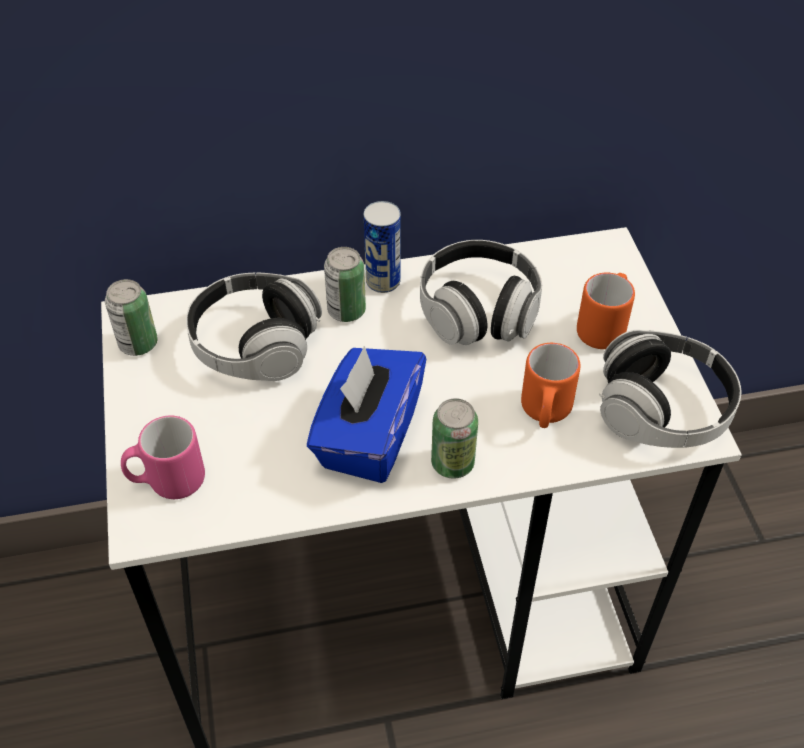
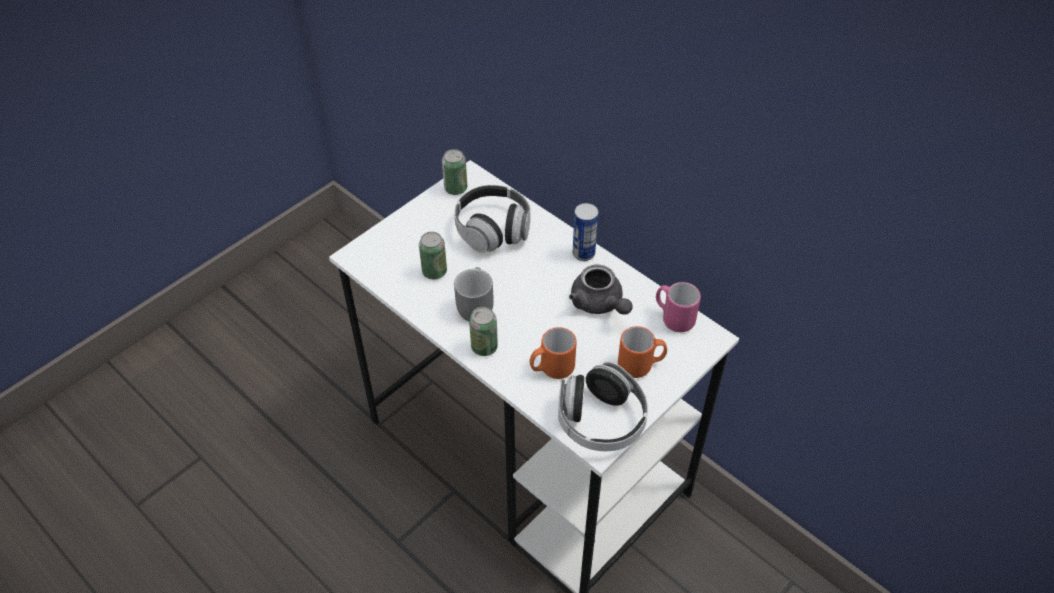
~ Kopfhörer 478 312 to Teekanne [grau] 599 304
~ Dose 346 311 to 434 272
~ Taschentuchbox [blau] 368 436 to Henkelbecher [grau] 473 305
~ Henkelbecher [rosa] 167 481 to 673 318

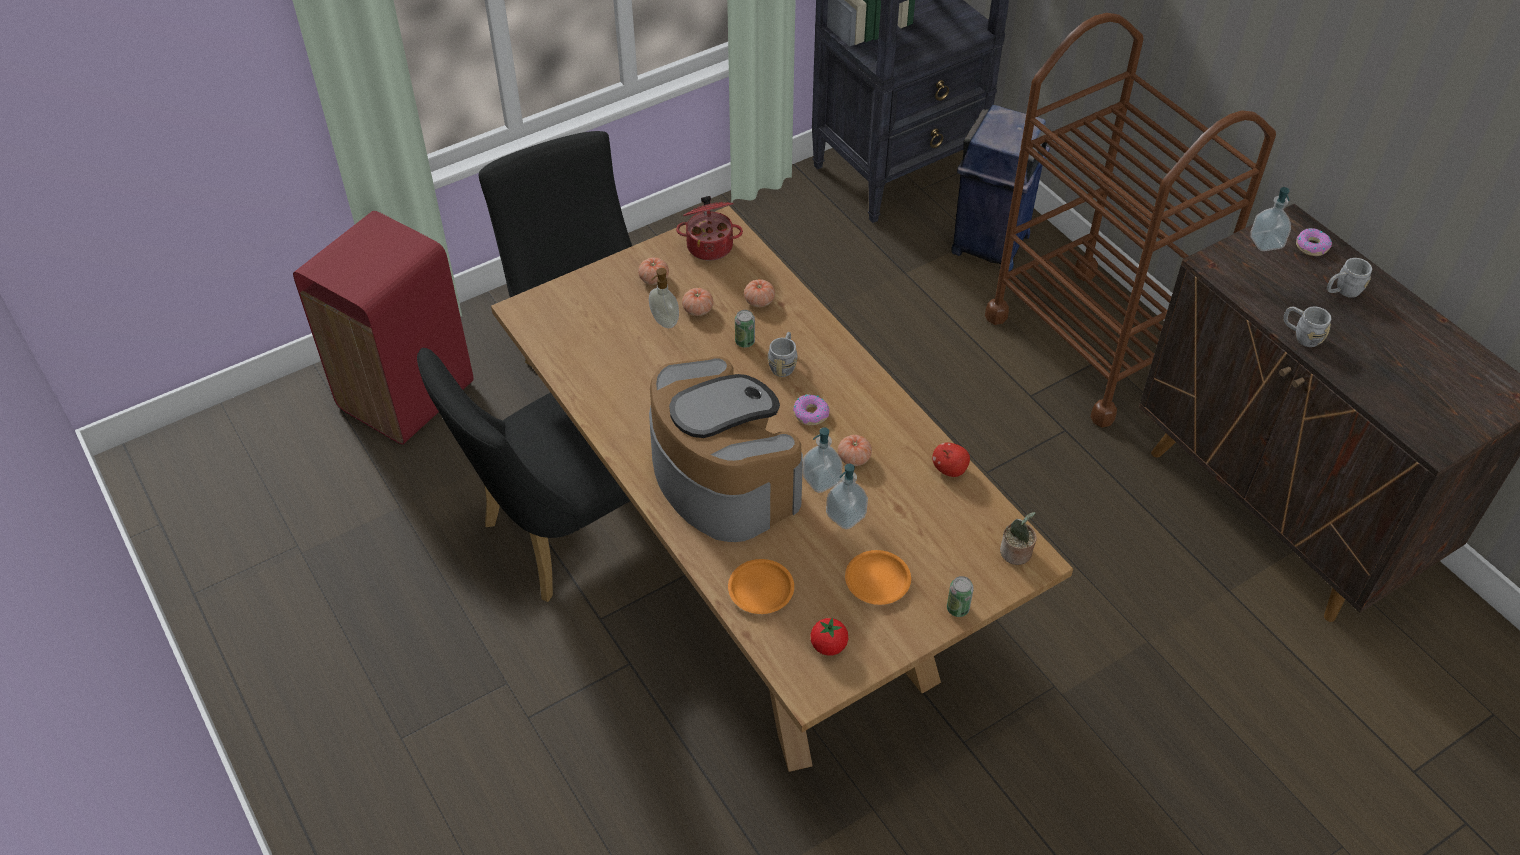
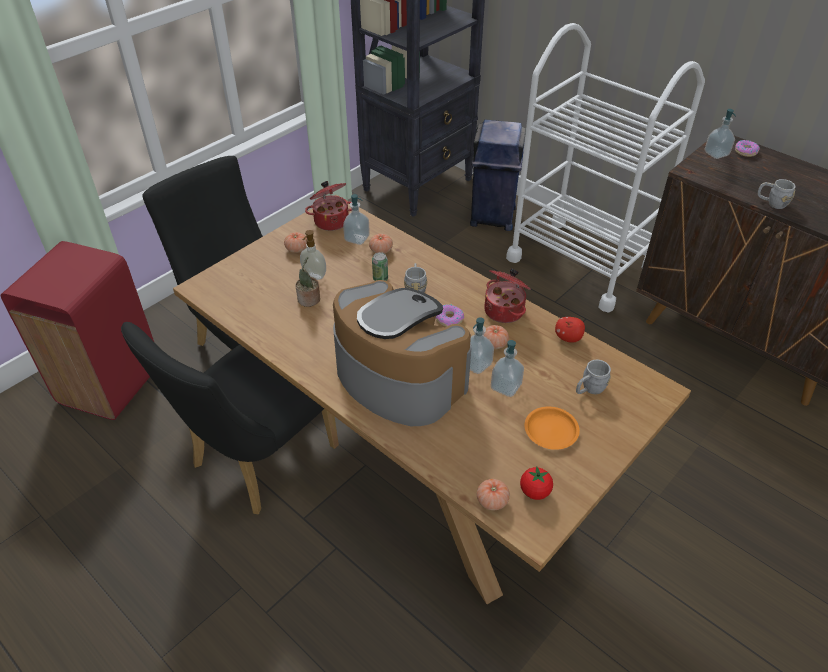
~ Rollwagen [braun] 1093 343 to Rollwagen [weiß] 581 263
~ Henkelbecher [grau] 1342 291 to 589 389
~ Tomate 698 309 to 492 501
~ Topfpflanze 1016 554 to 309 300
- Teller [orange] 761 590
- Dose 957 608
+ Seifenspender 357 238
+ Kochtopf 505 310

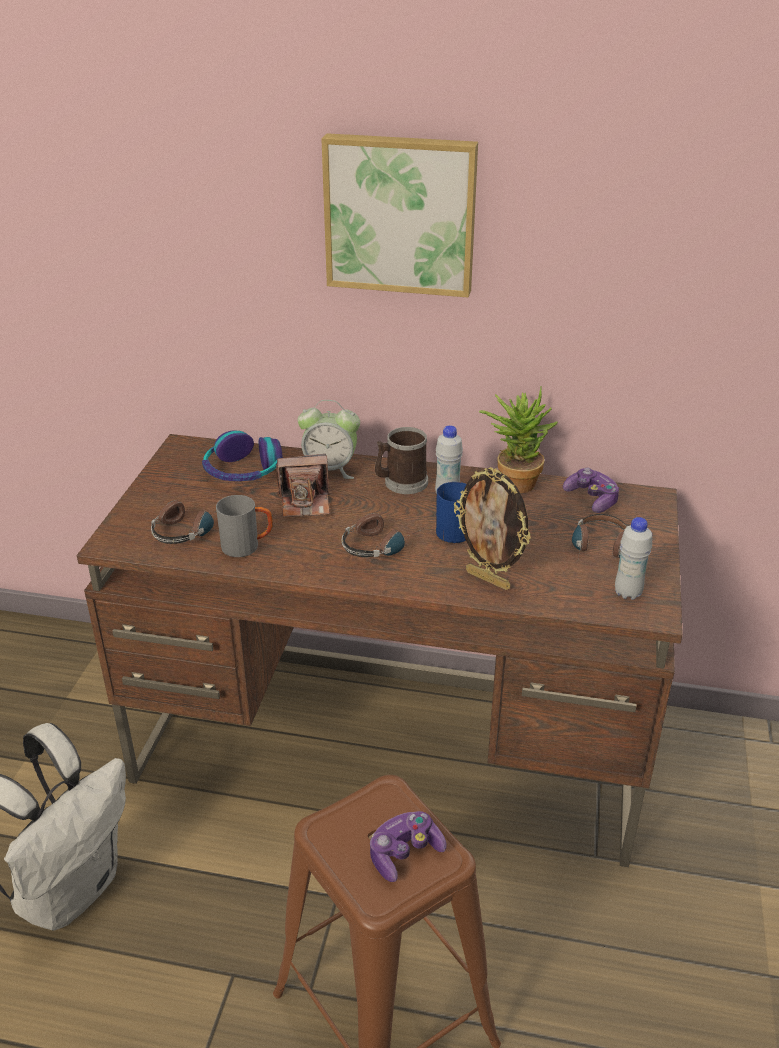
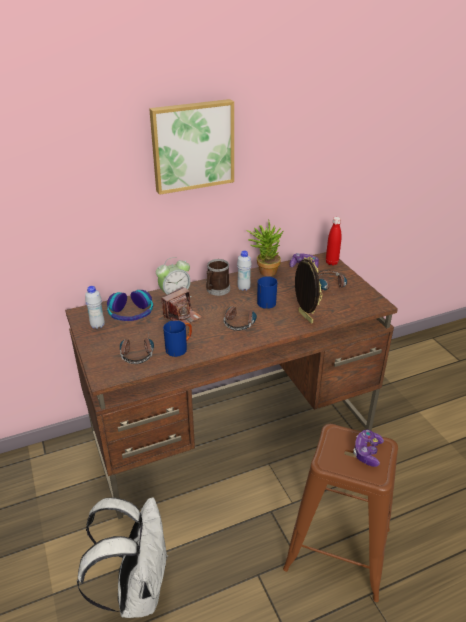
~ Bilderrahmen 489 579 = 304 317 120 degrees counterclockwise
~ Henkelbecher [grau] 247 546 to Henkelbecher [blau] 179 348
~ Flasche [weiß] 627 593 to 97 325
+ Flasche [rot] 331 262

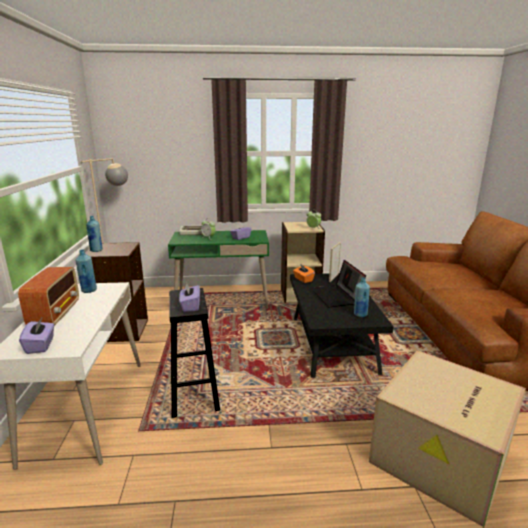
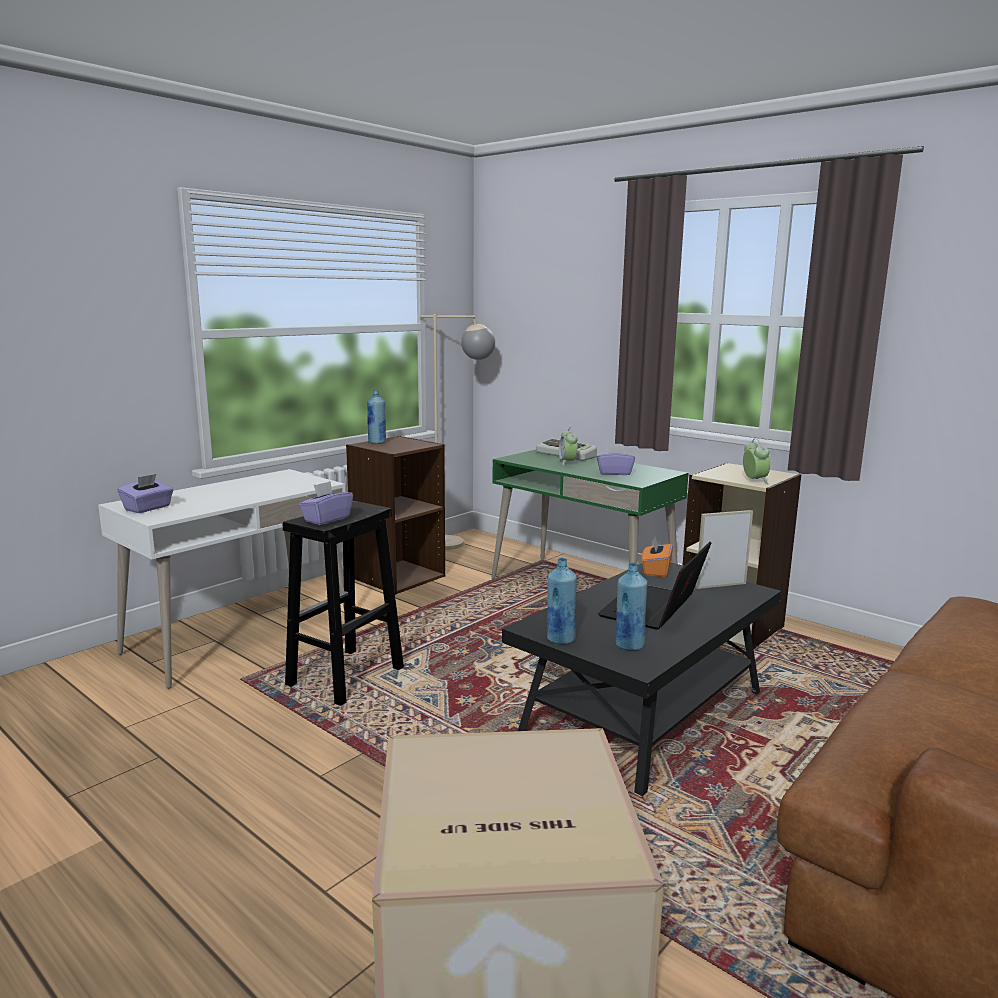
~ Flasche [blau] 89 290 to 560 639
- Radio 55 313

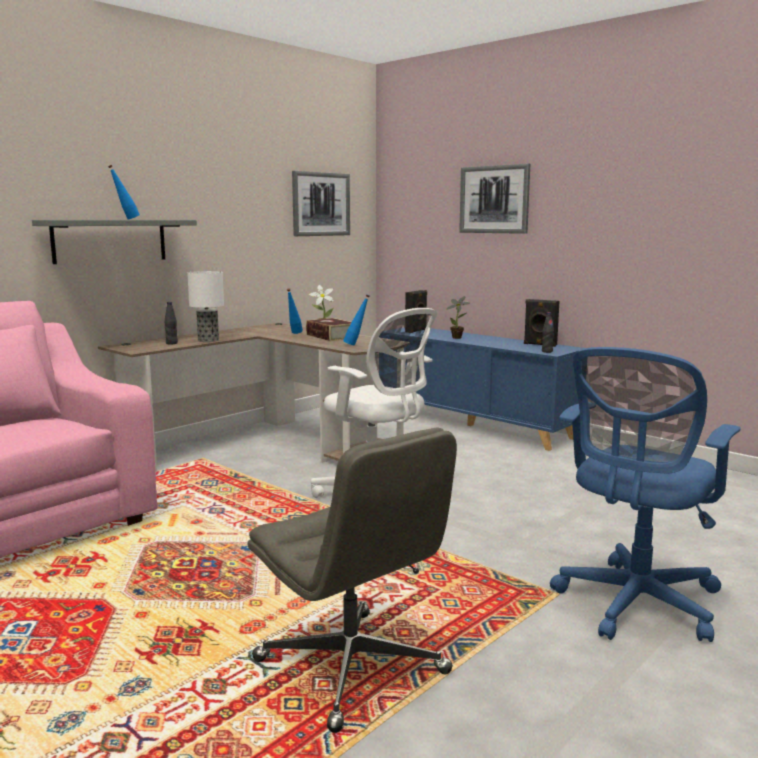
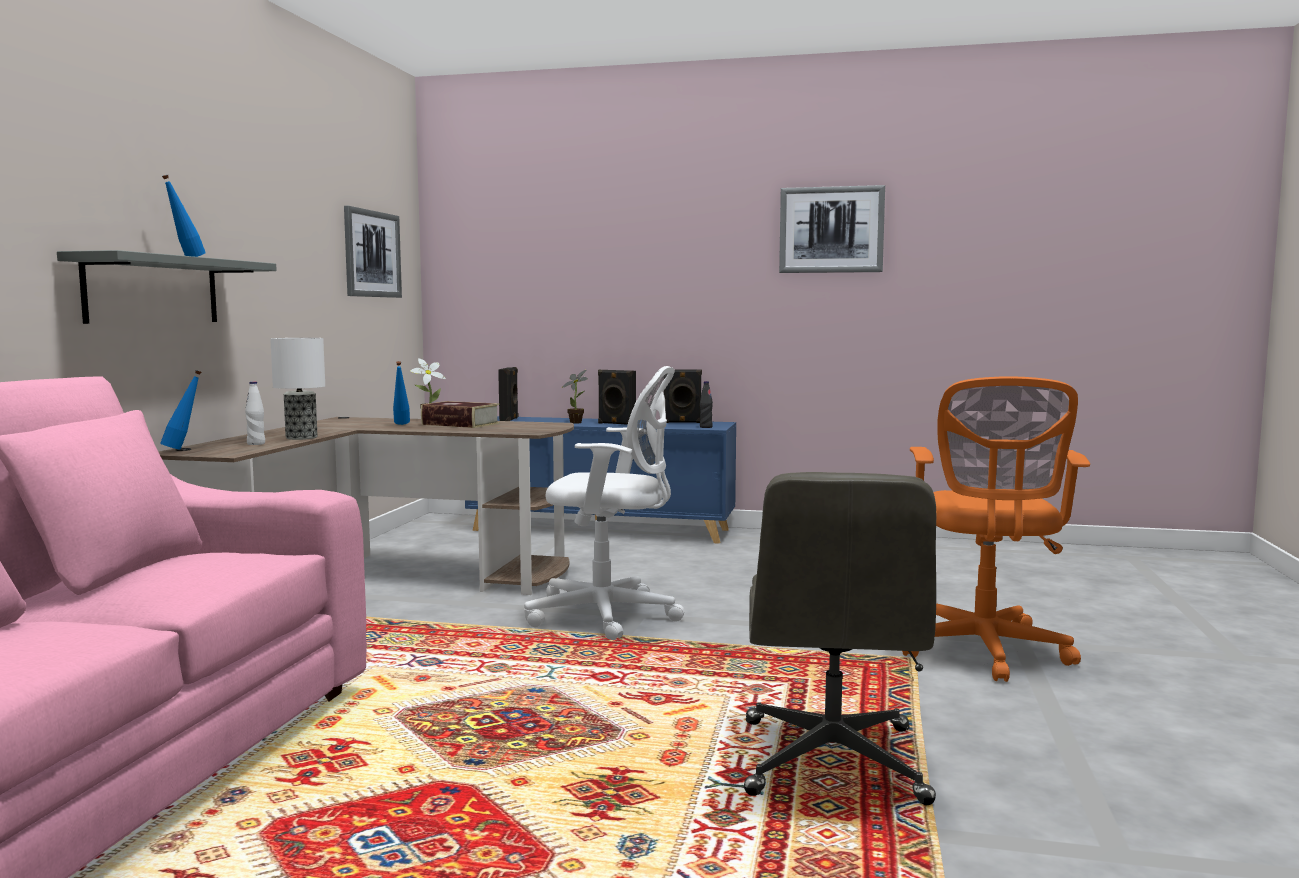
~ Bild 494 199 to 831 230
~ Flasche [blau] 356 345 to 183 449
~ Flasche [schwarz] 171 343 to Flasche [weiß] 256 444
~ Bürostuhl [blau] 635 605 to Bürostuhl [orange] 985 652
~ Bürostuhl [grau] 353 668 = 832 762 75 degrees clockwise
+ Lautsprecher [schwarz] 616 424

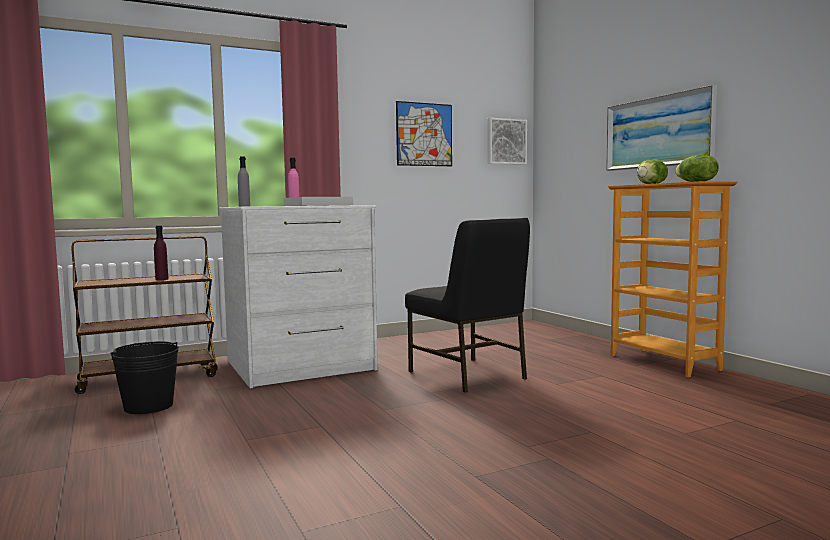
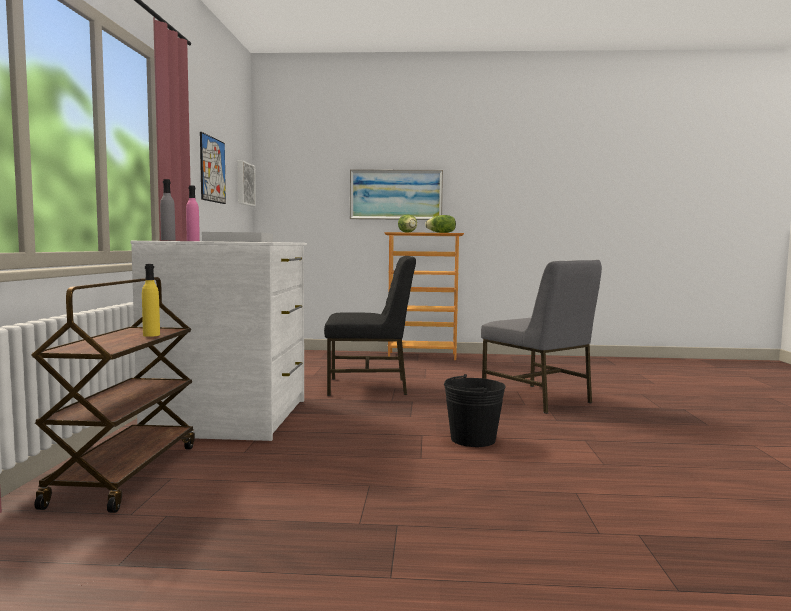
~ Flasche [lila] 162 279 to Flasche [gelb] 151 335
~ Eimer [schwarz] 148 406 to 473 439
+ Stuhl [grau] 538 399

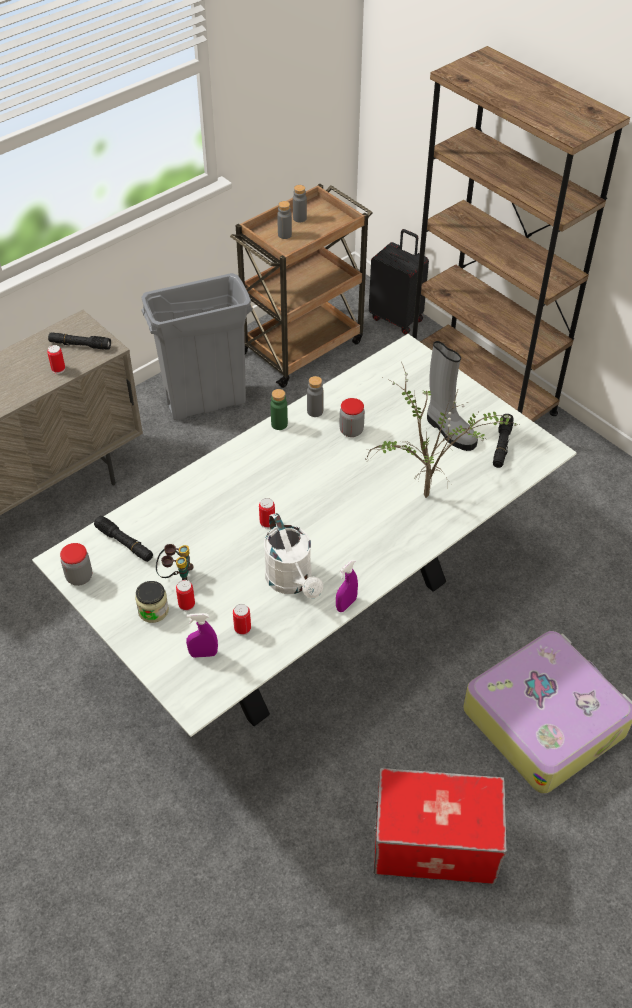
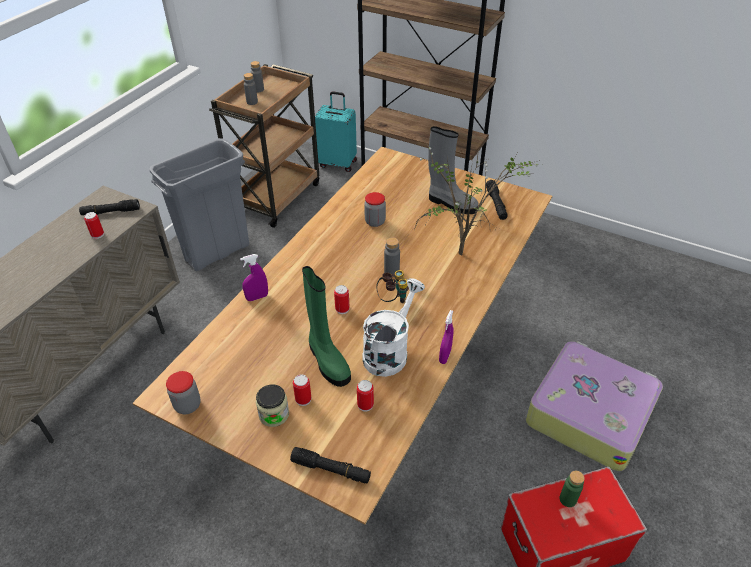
~ Koffer [schwarz] 397 318 to Koffer [türkis] 338 163
~ Esstisch [weiß] 315 615 to Esstisch [braun] 376 388
~ Flasche [grau] 315 411 to 391 271
~ Flasche [grün] 279 424 to 568 499
~ Gießkanne [weiß] 292 582 = 389 351 105 degrees counterclockwise
~ Taschenlampe [schwarz] 124 543 to 331 470
~ Fernglas 176 574 to 392 299
~ Sprühflasche [lila] 203 654 to 257 297
+ Stiefel [grün] 327 361

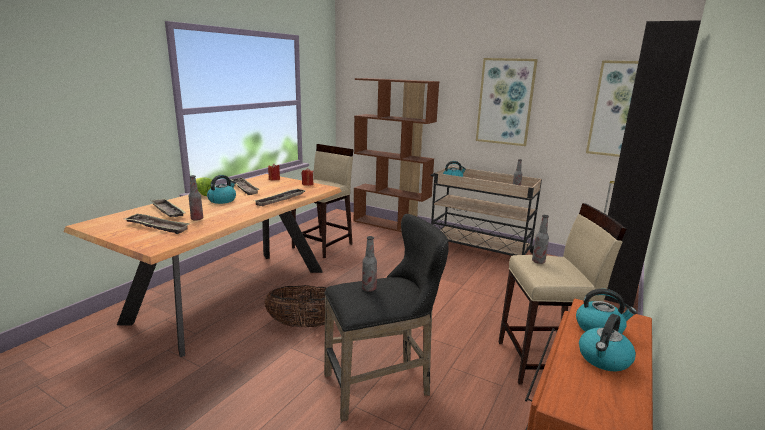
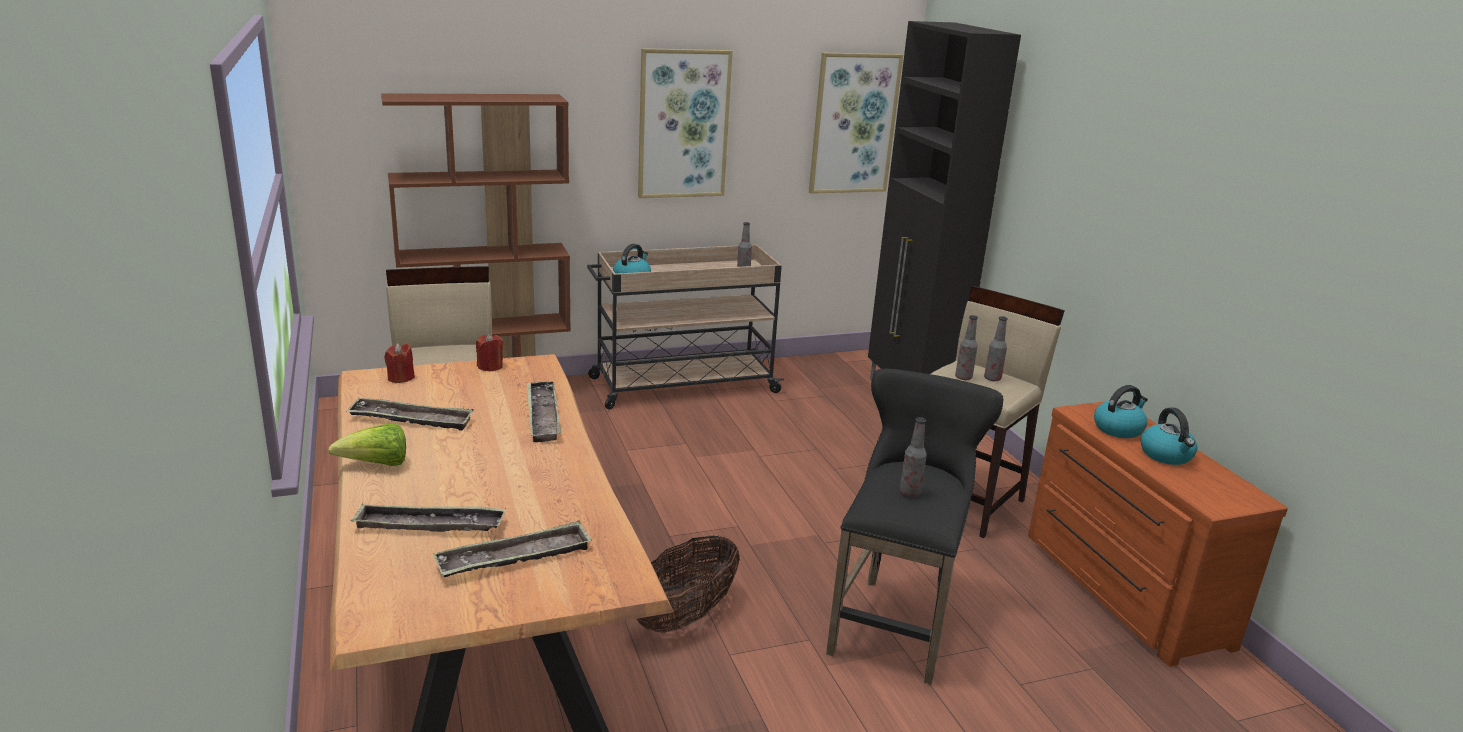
~ Flasche 197 219 to 992 378
- Wasserkessel 222 200

